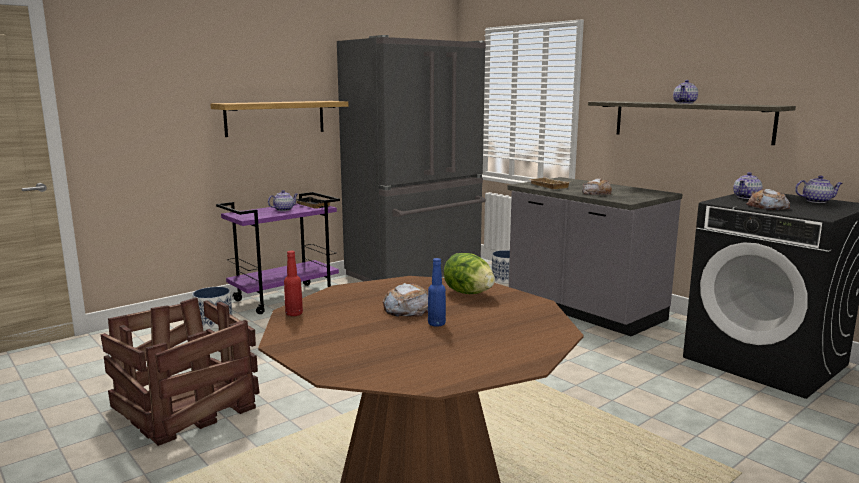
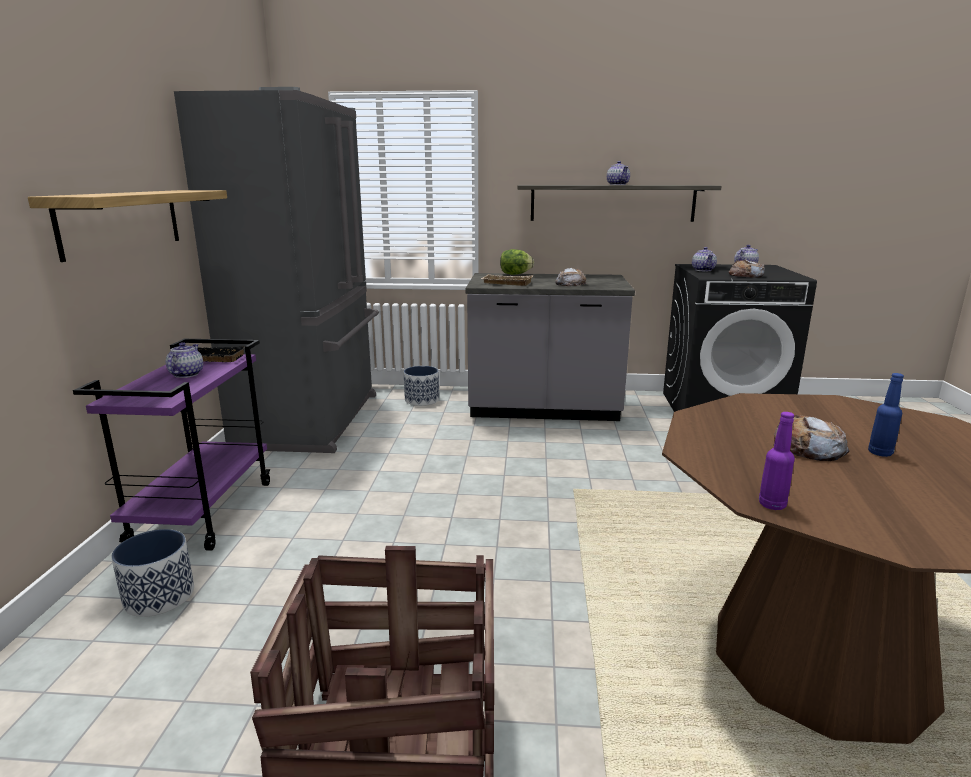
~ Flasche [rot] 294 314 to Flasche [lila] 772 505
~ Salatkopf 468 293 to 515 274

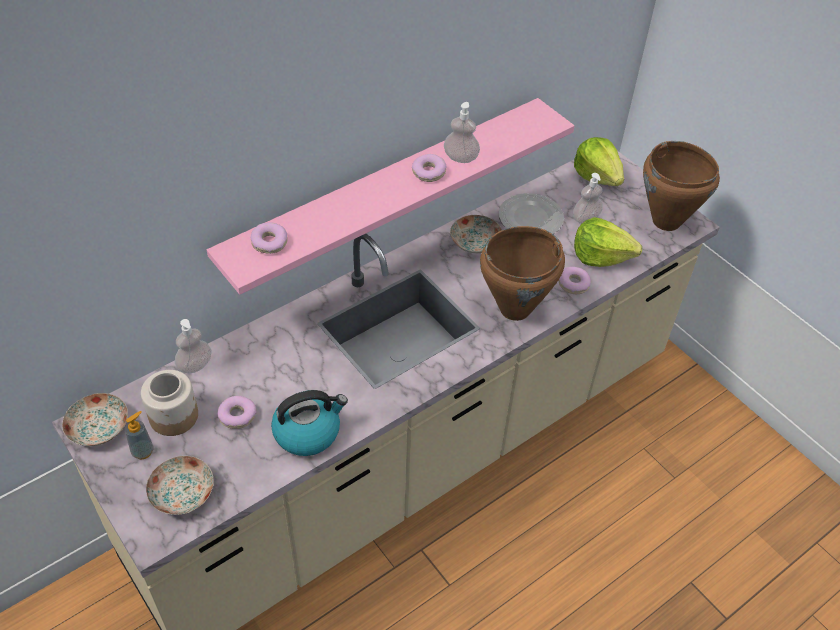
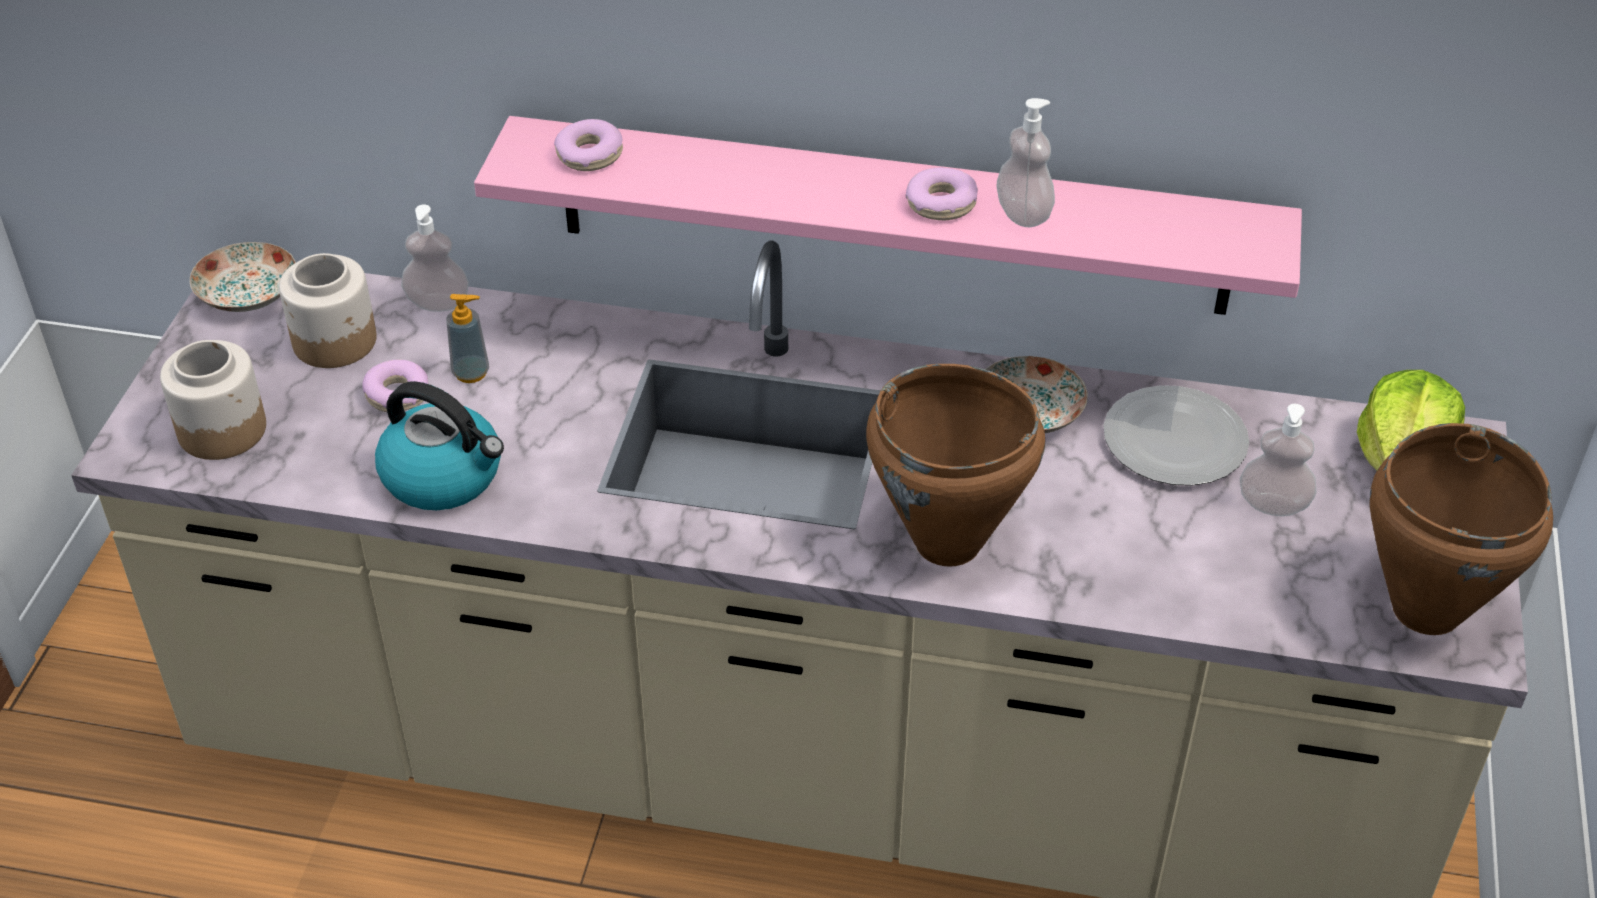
- Salatkopf 601 256
- Donut 573 284
~ Seifenspender 143 451 to 471 373
~ Teller 182 492 to Vorratsglas 222 429

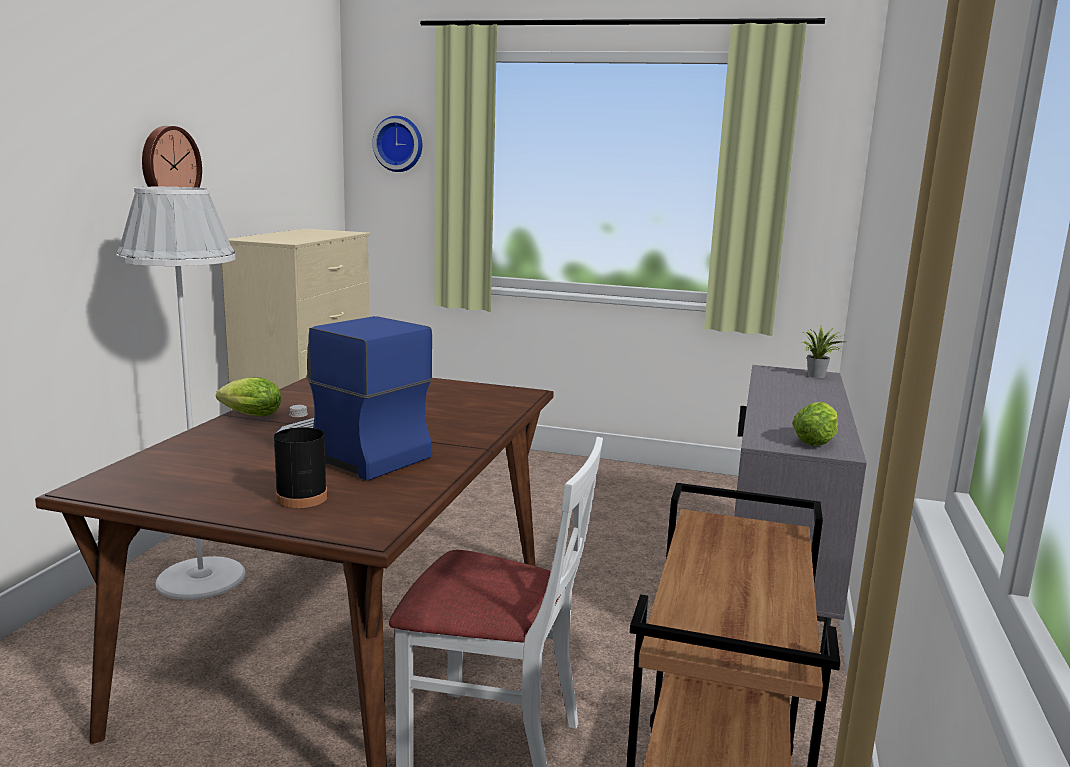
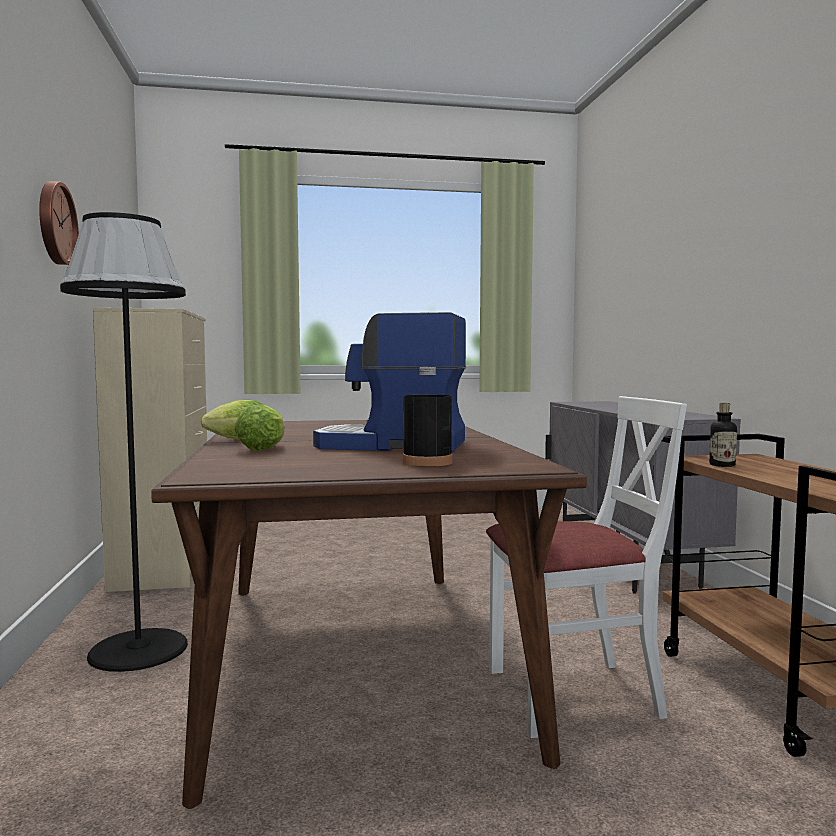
- Wanduhr 399 144
~ Stehlampe [weiß] 201 578 to Stehlampe [schwarz] 138 649
- Topfpflanze 818 376
~ Salatkopf 816 441 to 264 448
+ Flasche 722 465

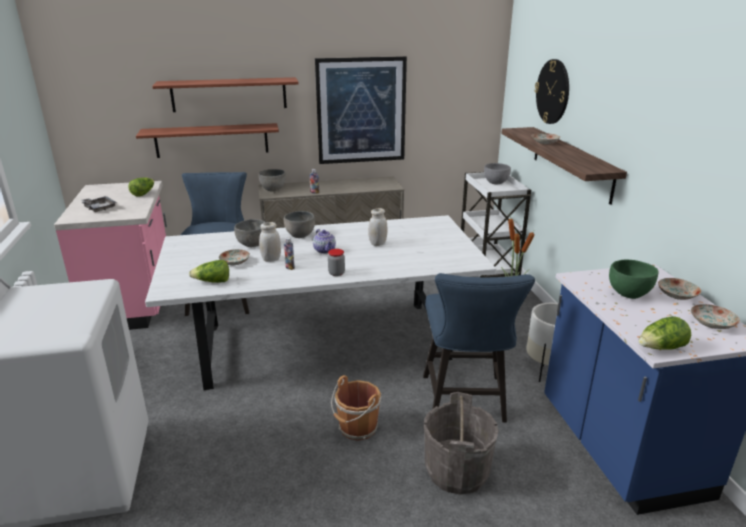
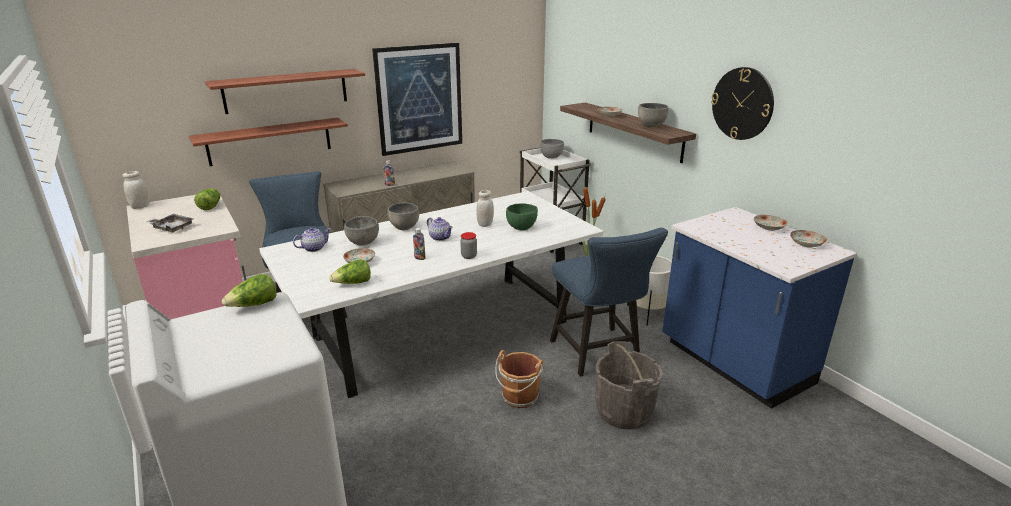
~ Wanduhr 553 92 to 742 103
~ Schüssel [grau] 273 189 to 651 125
~ Vorratsglas [weiß] 271 259 to 140 207
~ Schüssel [grün] 629 294 to 521 227
~ Salatkopf 661 348 to 254 305
+ Teekanne 314 248

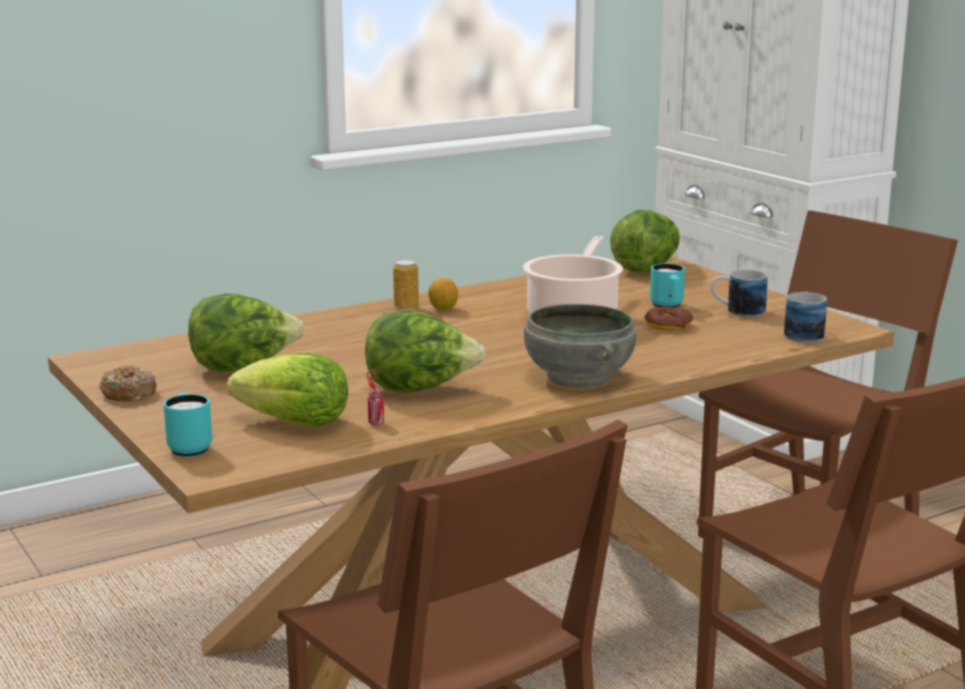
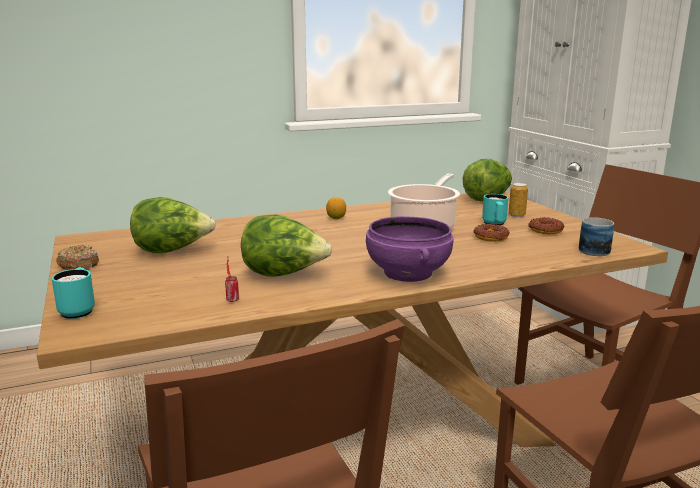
~ Dose 406 307 to 516 215
~ Henkelbecher 737 311 to Donut 545 230
~ Schüssel [grau] 577 377 to Schüssel [lila] 406 273
- Salatkopf 295 423

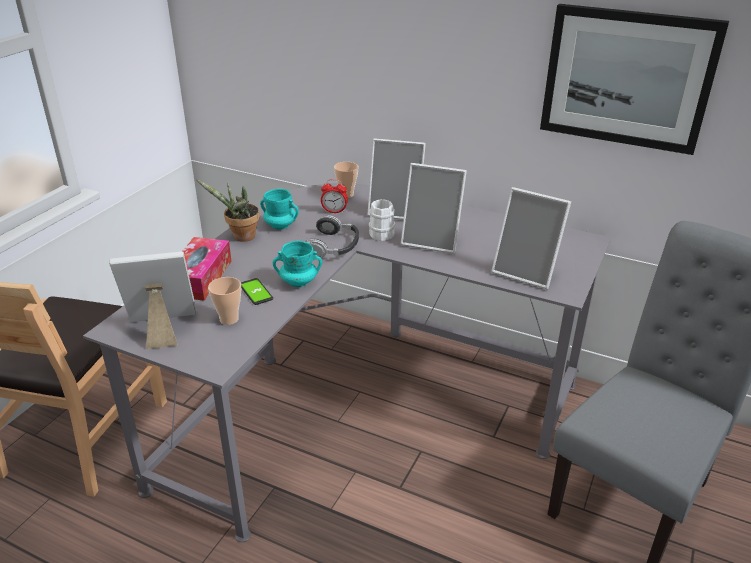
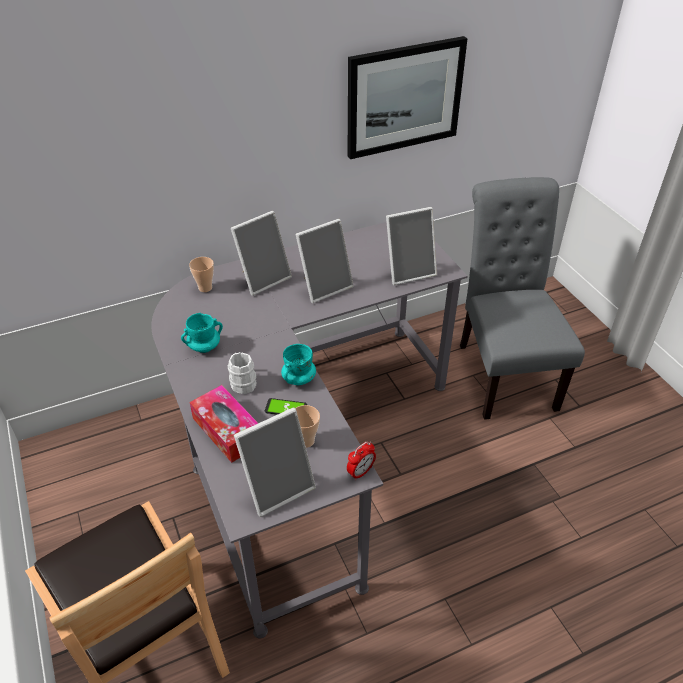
~ Wecker 334 211 to 360 472
- Topfpflanze 241 237
~ Henkelbecher [weiß] 383 232 to 242 382
- Kopfhörer 333 246
~ Bilderrahmen 162 329 = 277 486 150 degrees counterclockwise

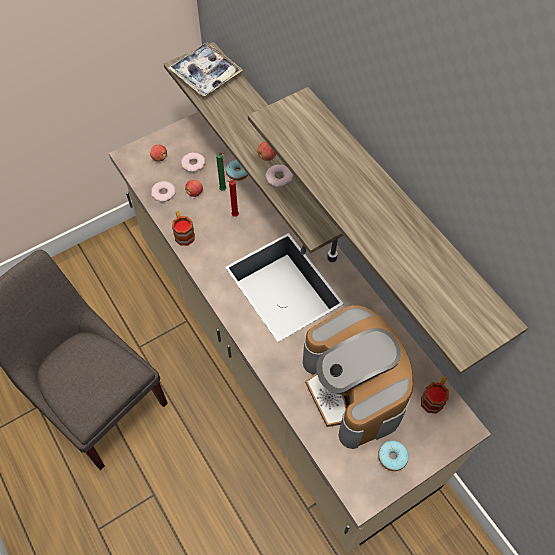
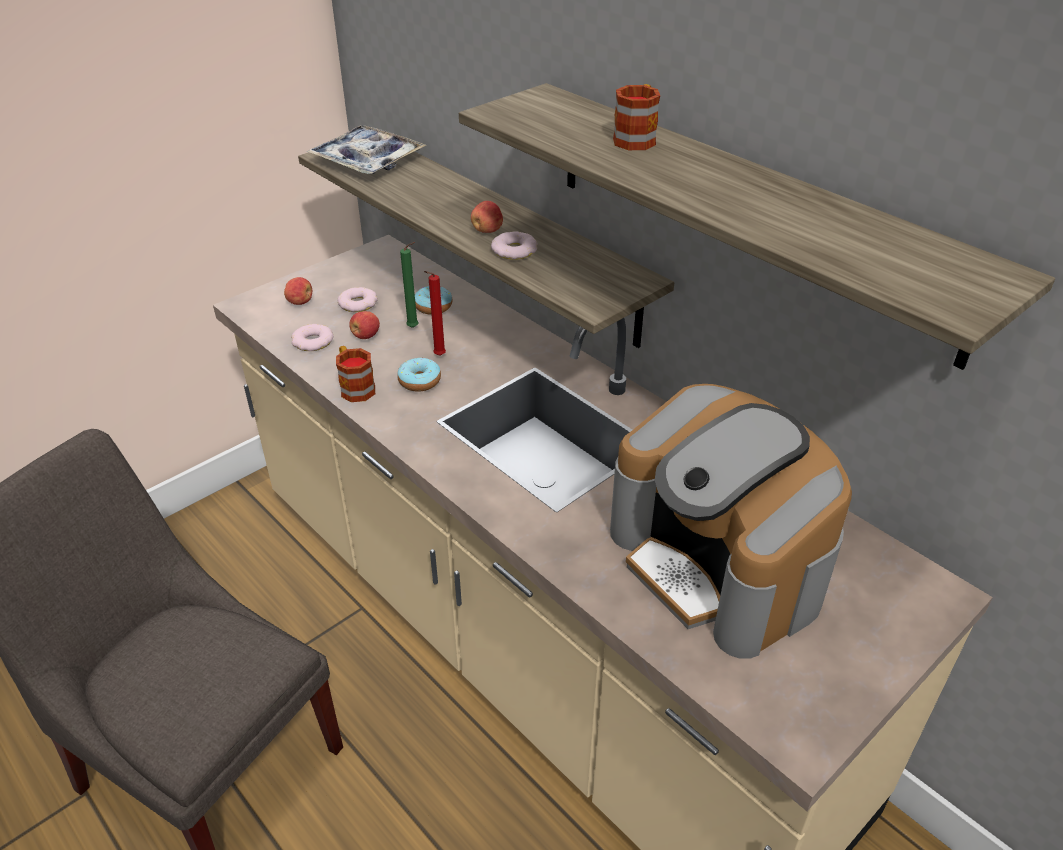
~ Henkelbecher 434 398 to 637 138
~ Donut 392 457 to 419 381

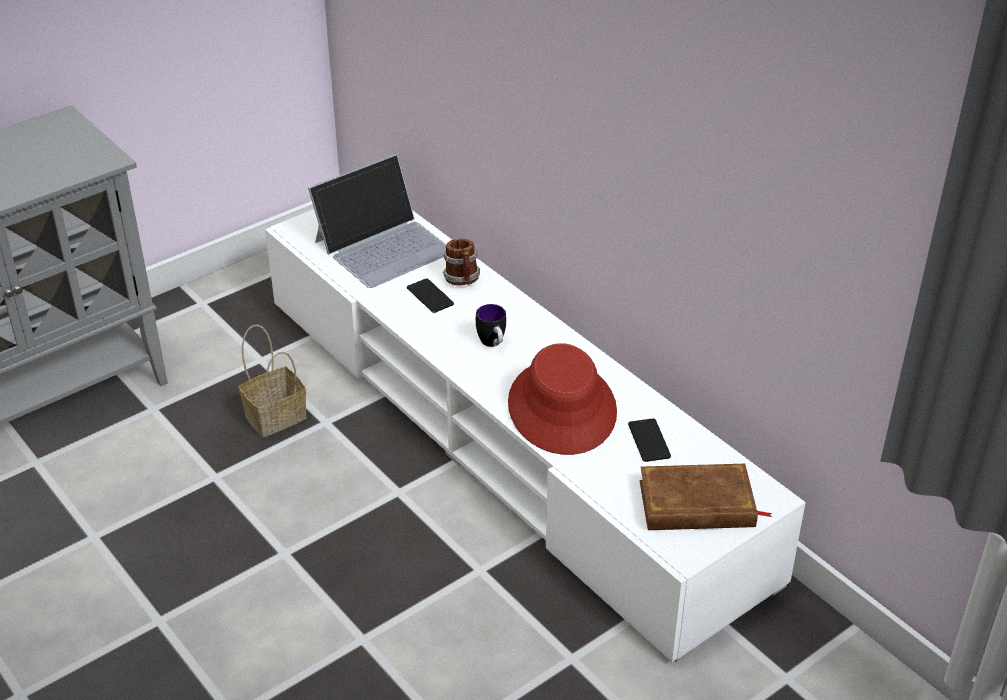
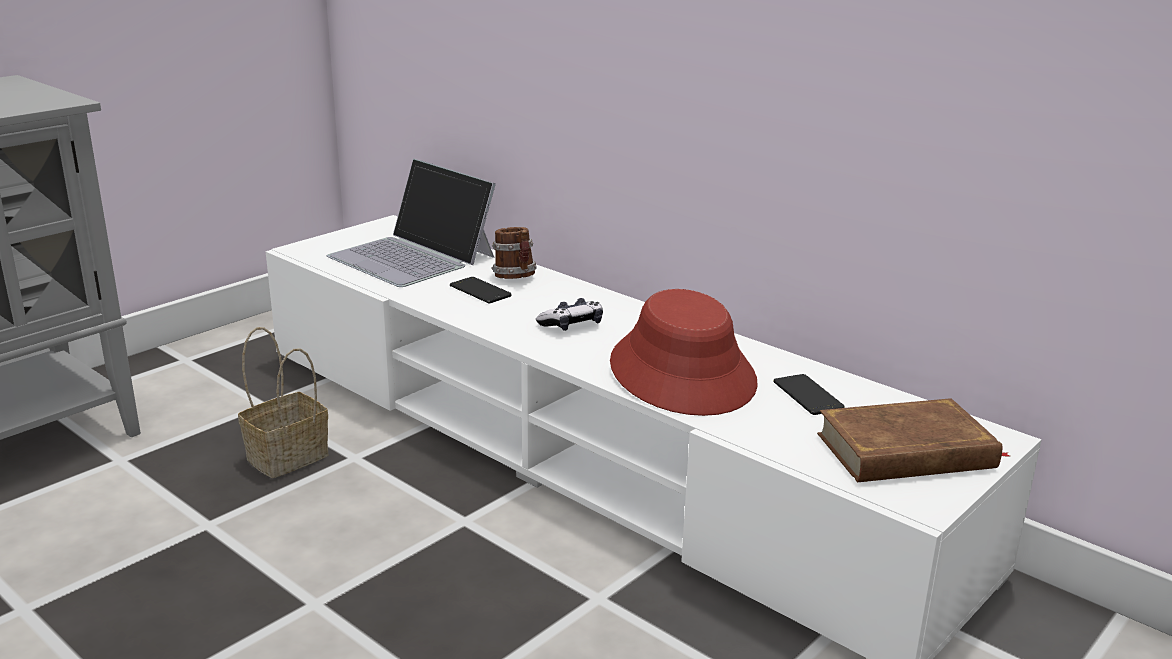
~ Laptop 384 245 = 413 256 90 degrees clockwise
~ Henkelbecher 493 344 to Gamepad 571 325

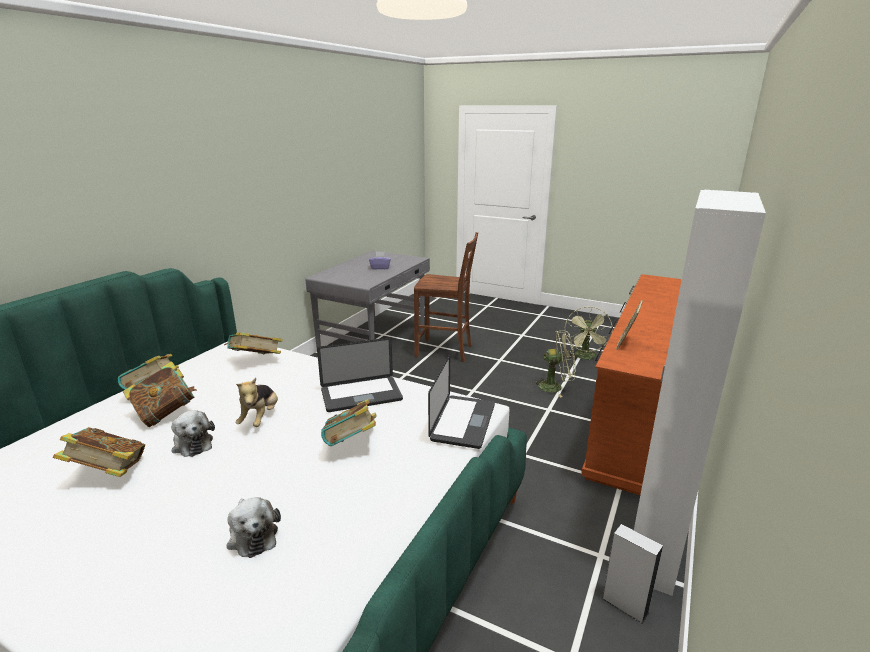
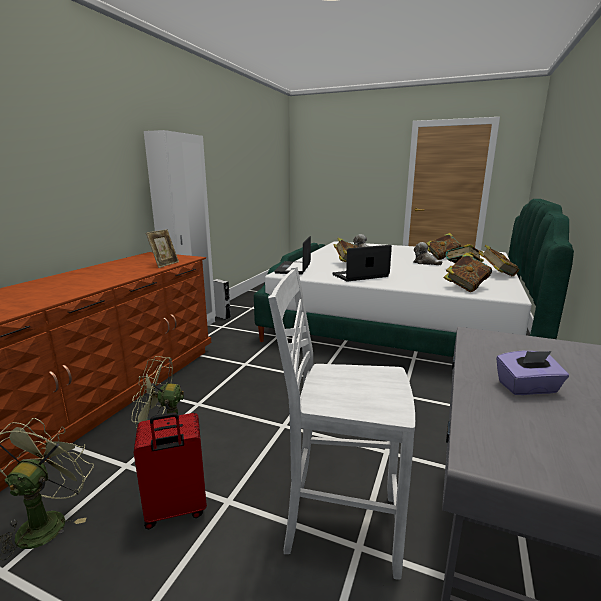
~ Stuhl [braun] 445 351 to Stuhl [weiß] 339 524
- Plüschtier 260 418
+ Koffer [rot] 176 510

